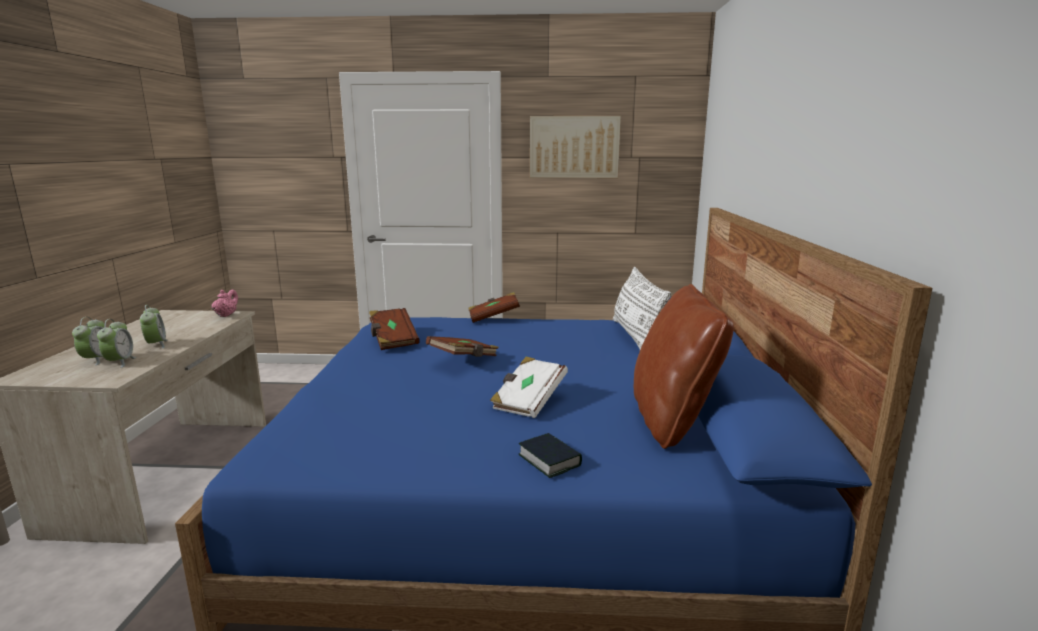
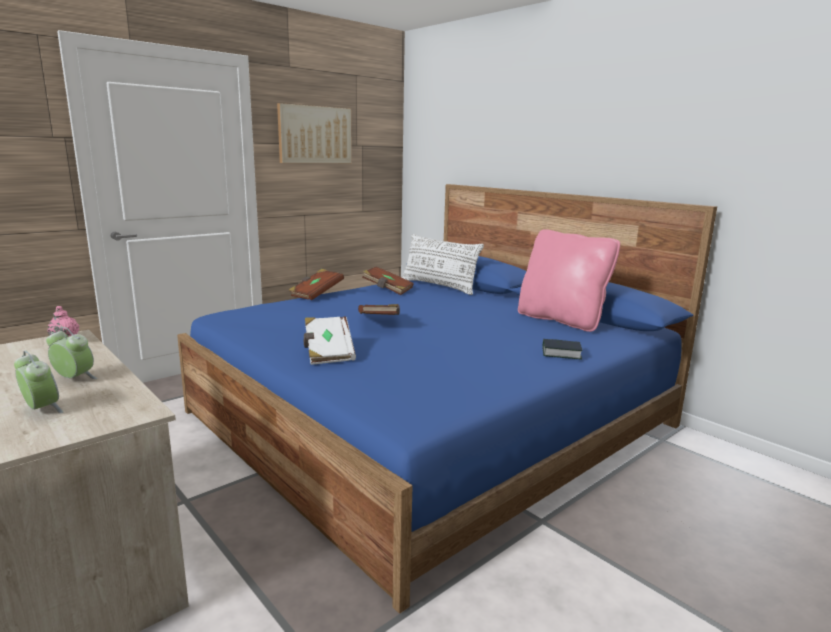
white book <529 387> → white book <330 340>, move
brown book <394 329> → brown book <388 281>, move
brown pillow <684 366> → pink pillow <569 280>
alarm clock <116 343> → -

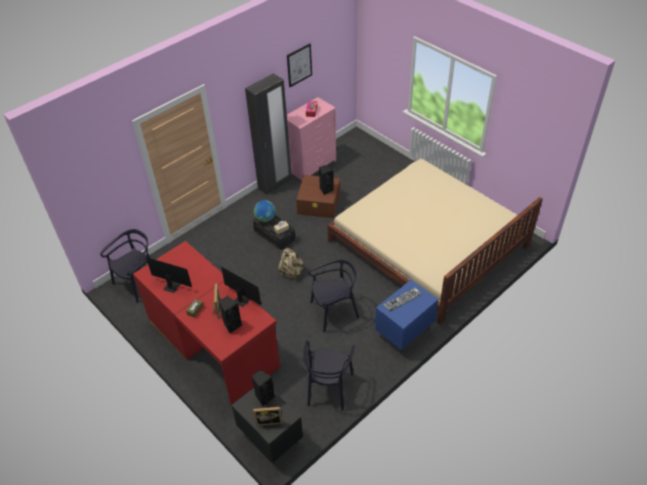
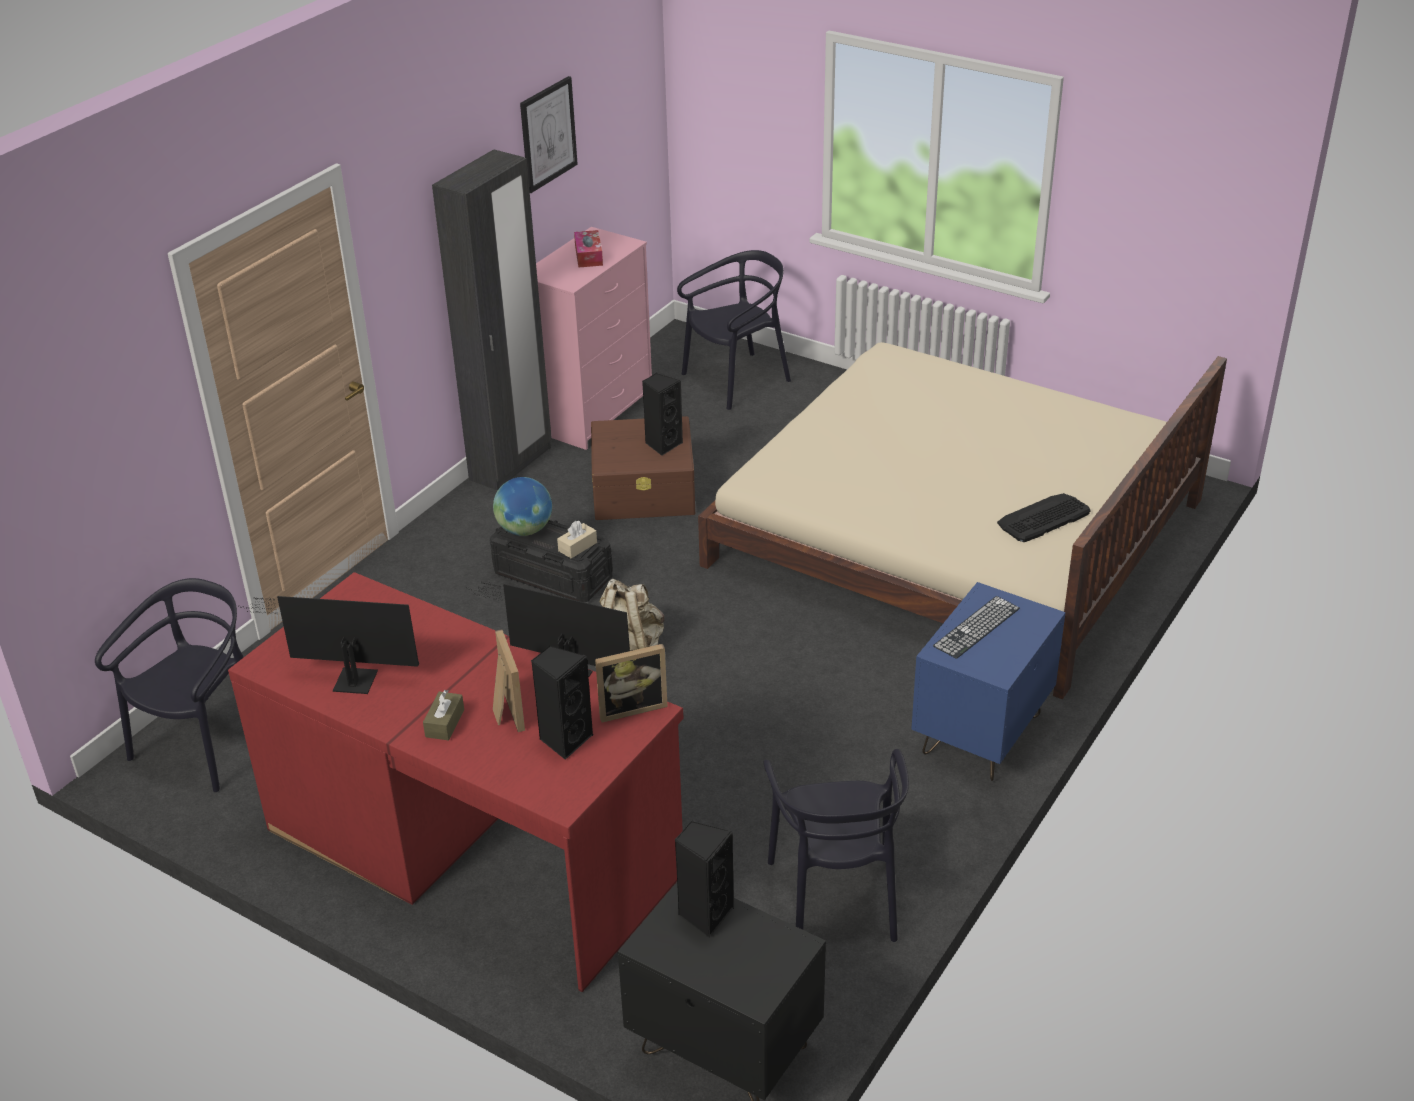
picture frame <267 416> → picture frame <631 683>, move
black chair <333 295> → black chair <734 330>, move
- → keyboard <1044 517>

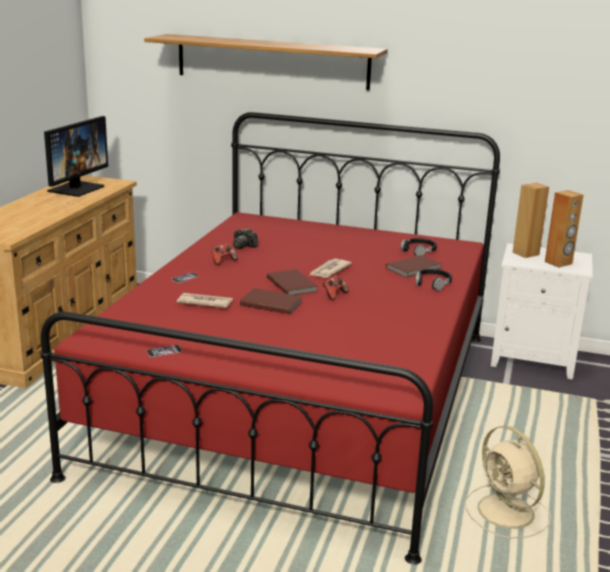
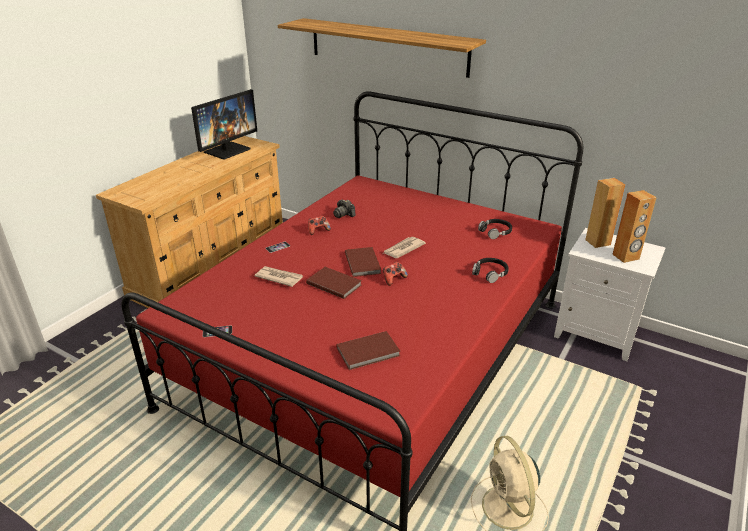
brown book <413 266> → brown book <368 350>, move

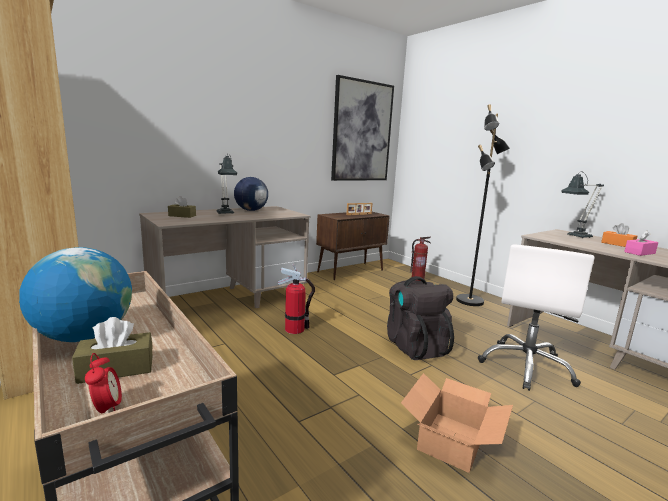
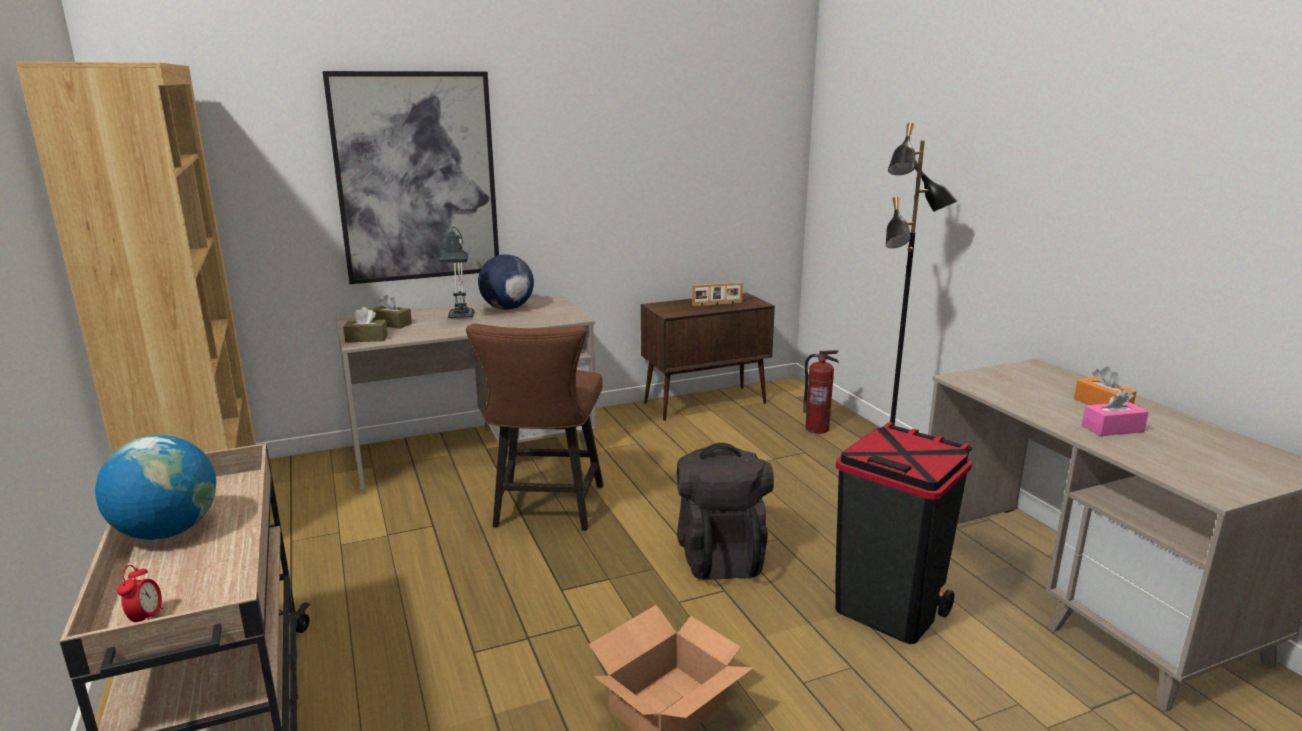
picture <362 128> → picture <410 177>, move
brown tissue box <112 350> → brown tissue box <365 325>, move
fire extinguisher <296 299> → brown chair <535 427>
white office chair <536 317> → black trash can <903 533>
table lamp <582 204> → -

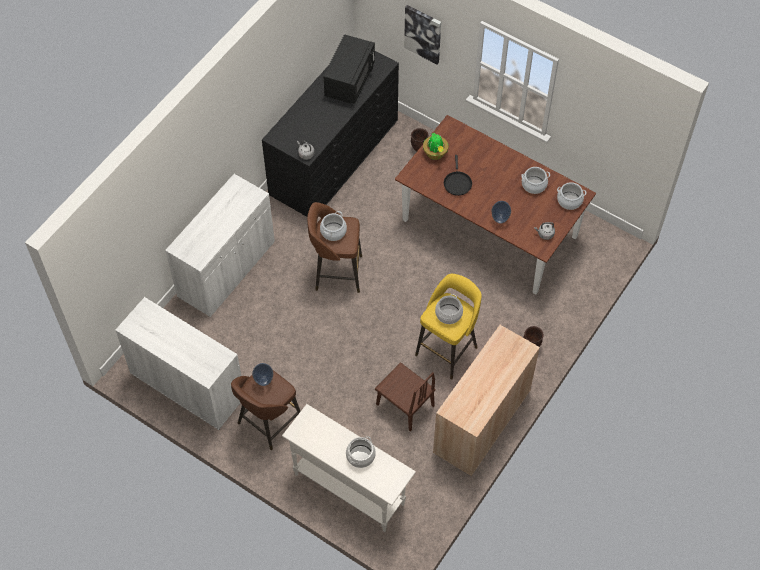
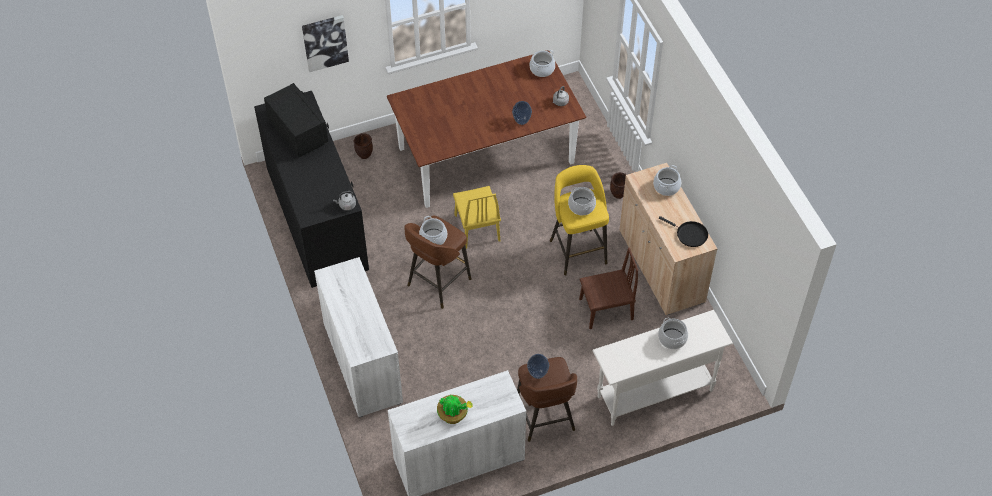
potted plant <435 146> → potted plant <455 409>, move
- → yellow chair <477 217>
cooking pot <535 180> → cooking pot <667 180>, move
black frying pan <458 175> → black frying pan <683 231>, move

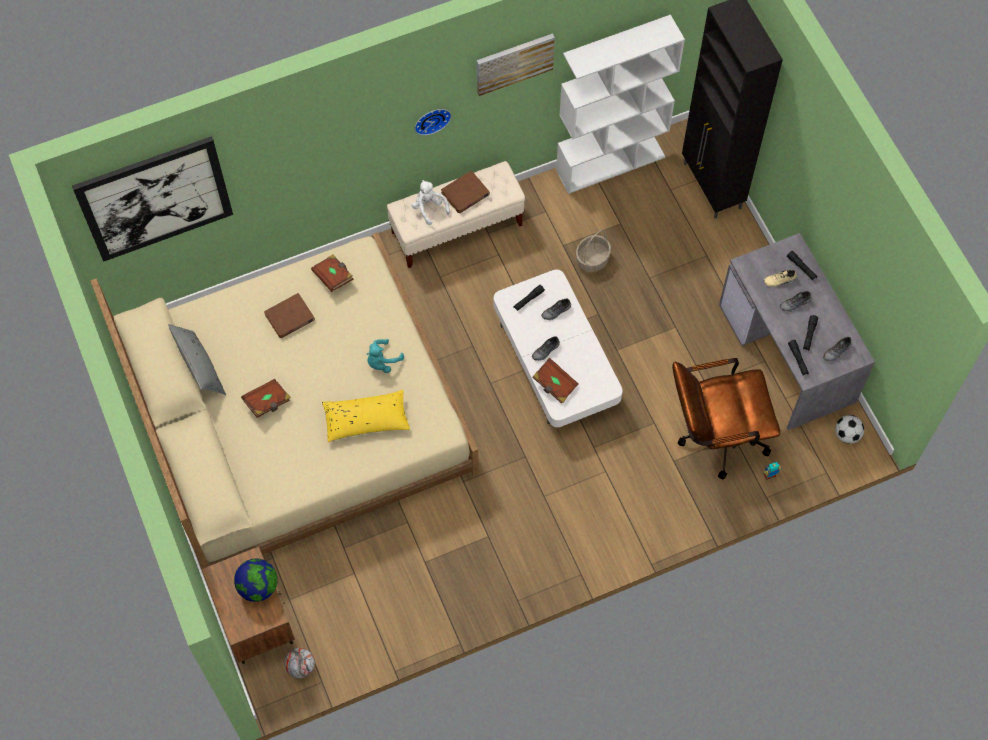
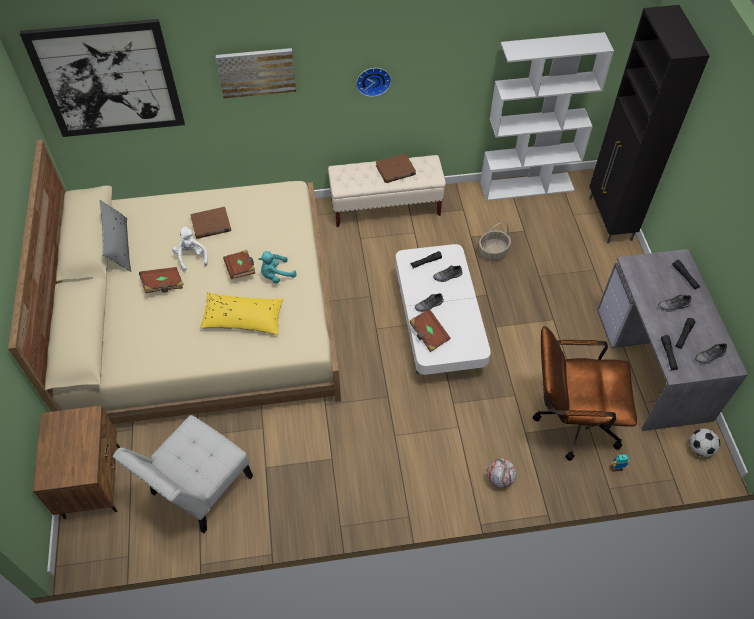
- → white chair <183 474>
white plush toy <430 202> → white plush toy <190 248>, move
picture <516 64> → picture <256 73>, move
brown book <332 273> → brown book <239 264>, move
football <299 663> → football <501 473>, move
globe <256 580> → -
beige shoe <780 278> → -

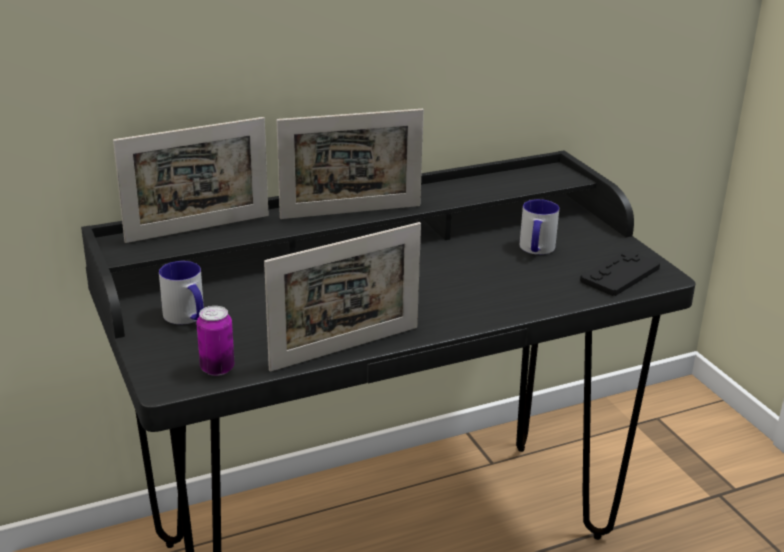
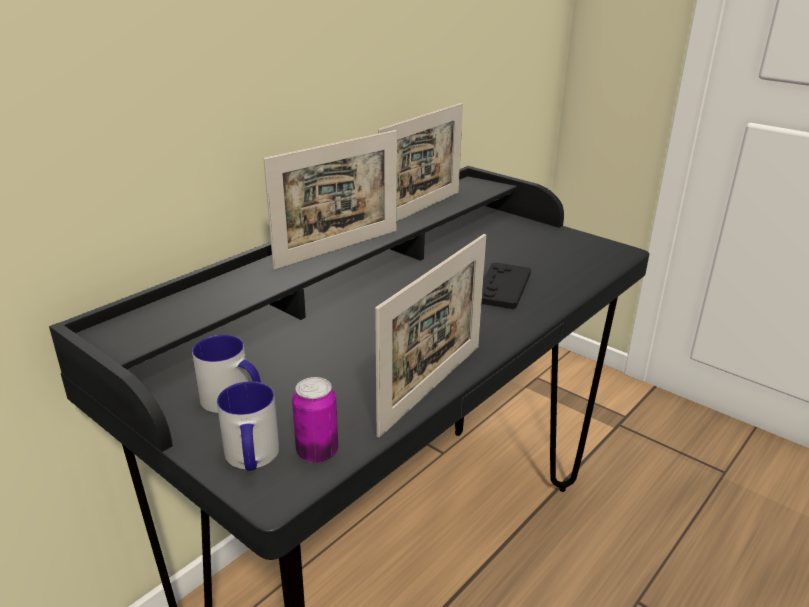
mug <539 227> → mug <248 426>, move
picture frame <191 180> → picture frame <420 162>, move
black game controller <620 273> → black game controller <506 285>, move

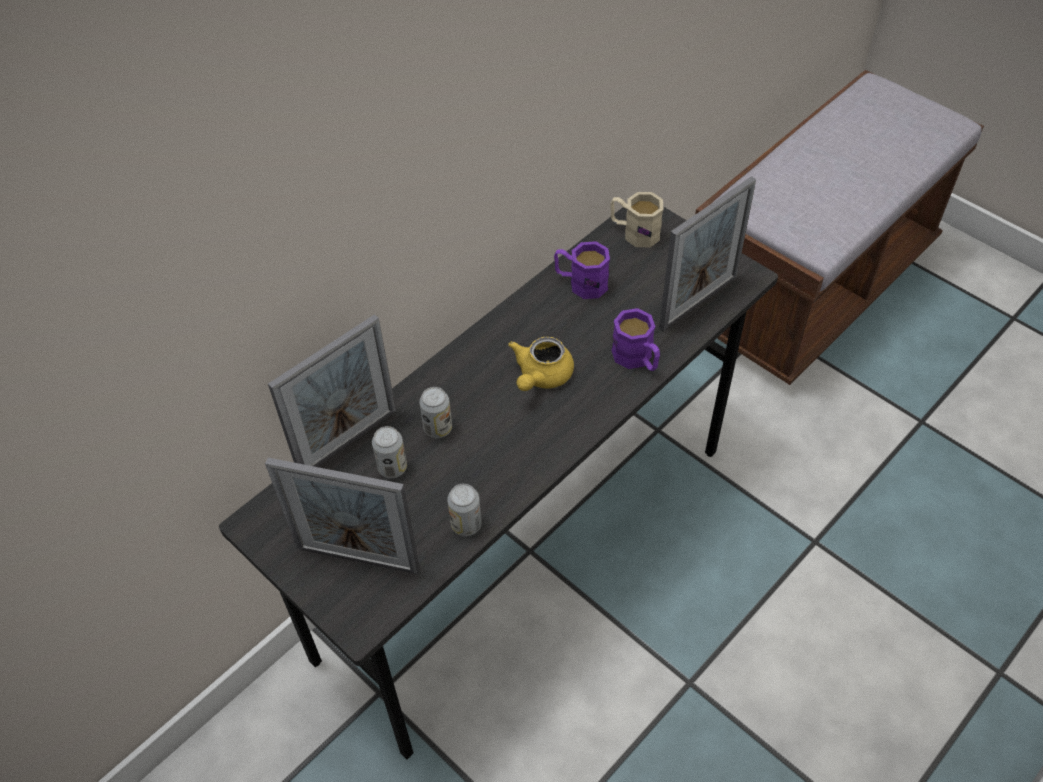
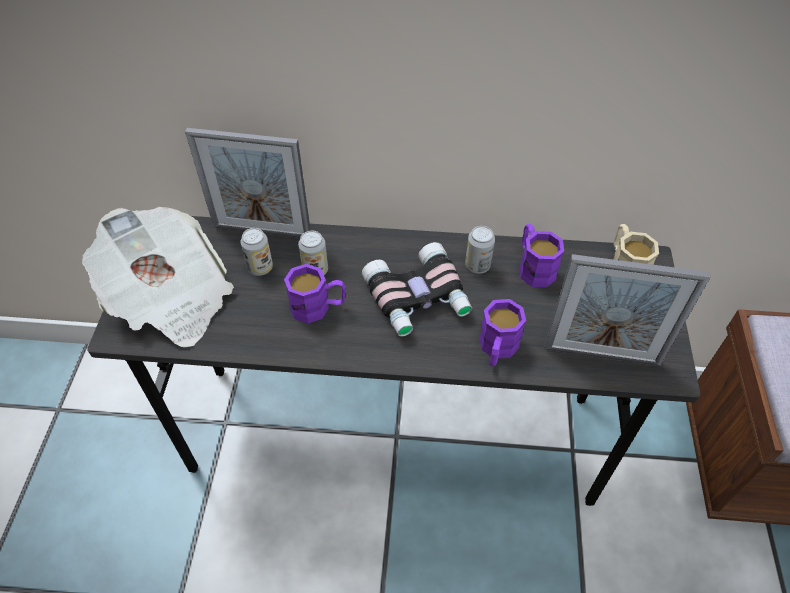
picture frame <342 516> → newspaper <158 277>
- → purple mug <314 293>
yellow teapot <541 364> → binoculars <417 289>
can <464 510> → can <480 250>, move

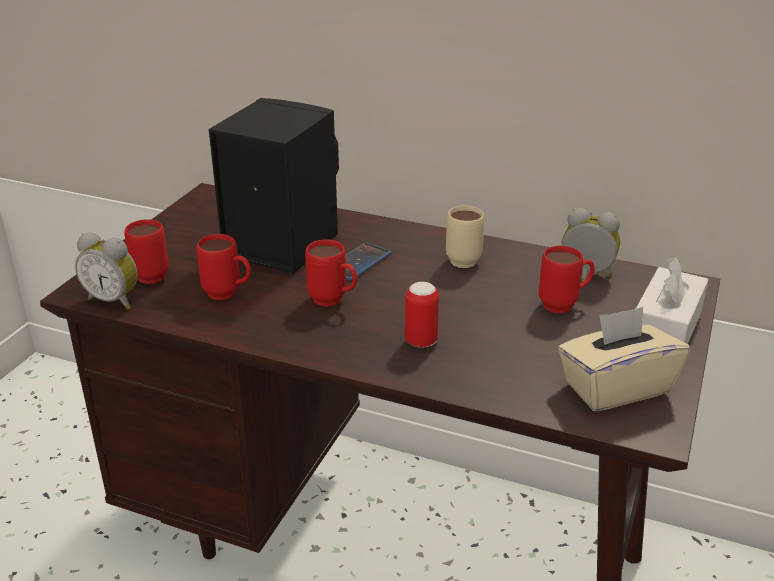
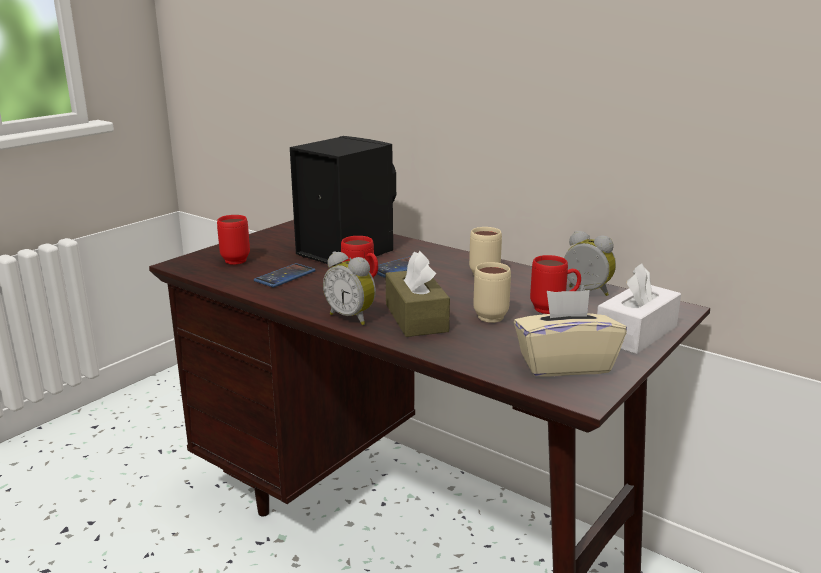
red mug <224 267> → phone <285 275>
alarm clock <106 270> → alarm clock <349 288>, move
can <422 315> → brown tissue box <418 294>
- → beige mug <492 292>

